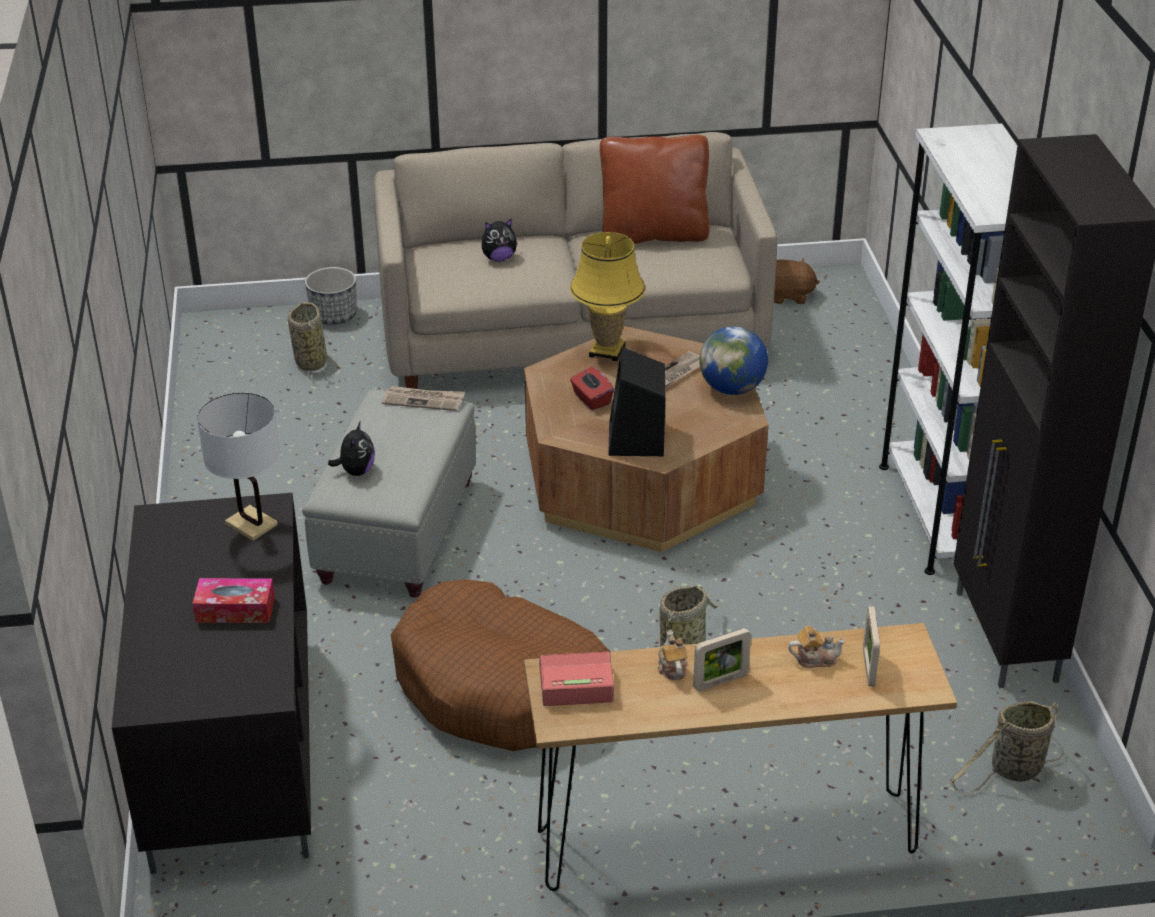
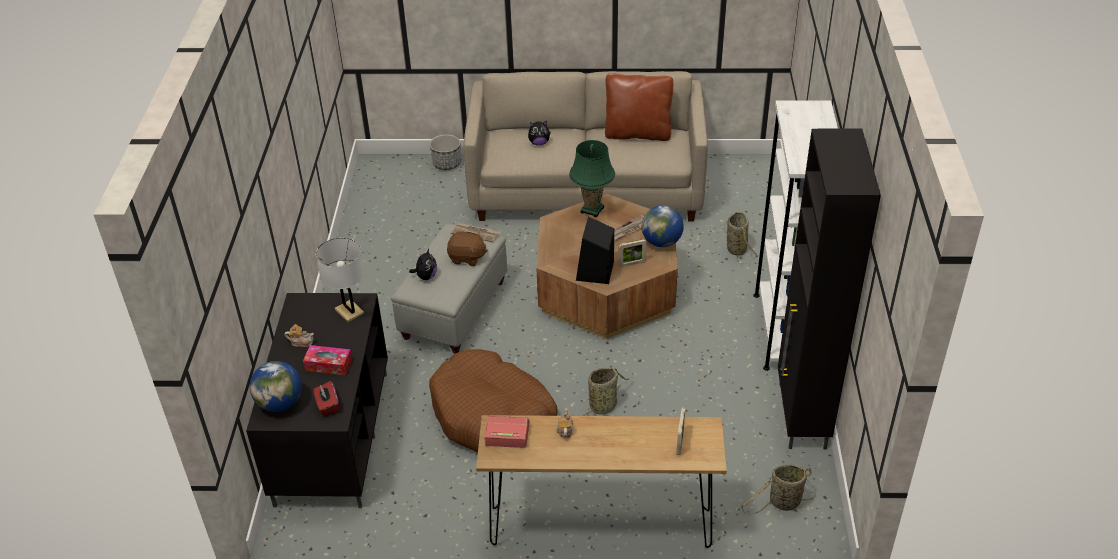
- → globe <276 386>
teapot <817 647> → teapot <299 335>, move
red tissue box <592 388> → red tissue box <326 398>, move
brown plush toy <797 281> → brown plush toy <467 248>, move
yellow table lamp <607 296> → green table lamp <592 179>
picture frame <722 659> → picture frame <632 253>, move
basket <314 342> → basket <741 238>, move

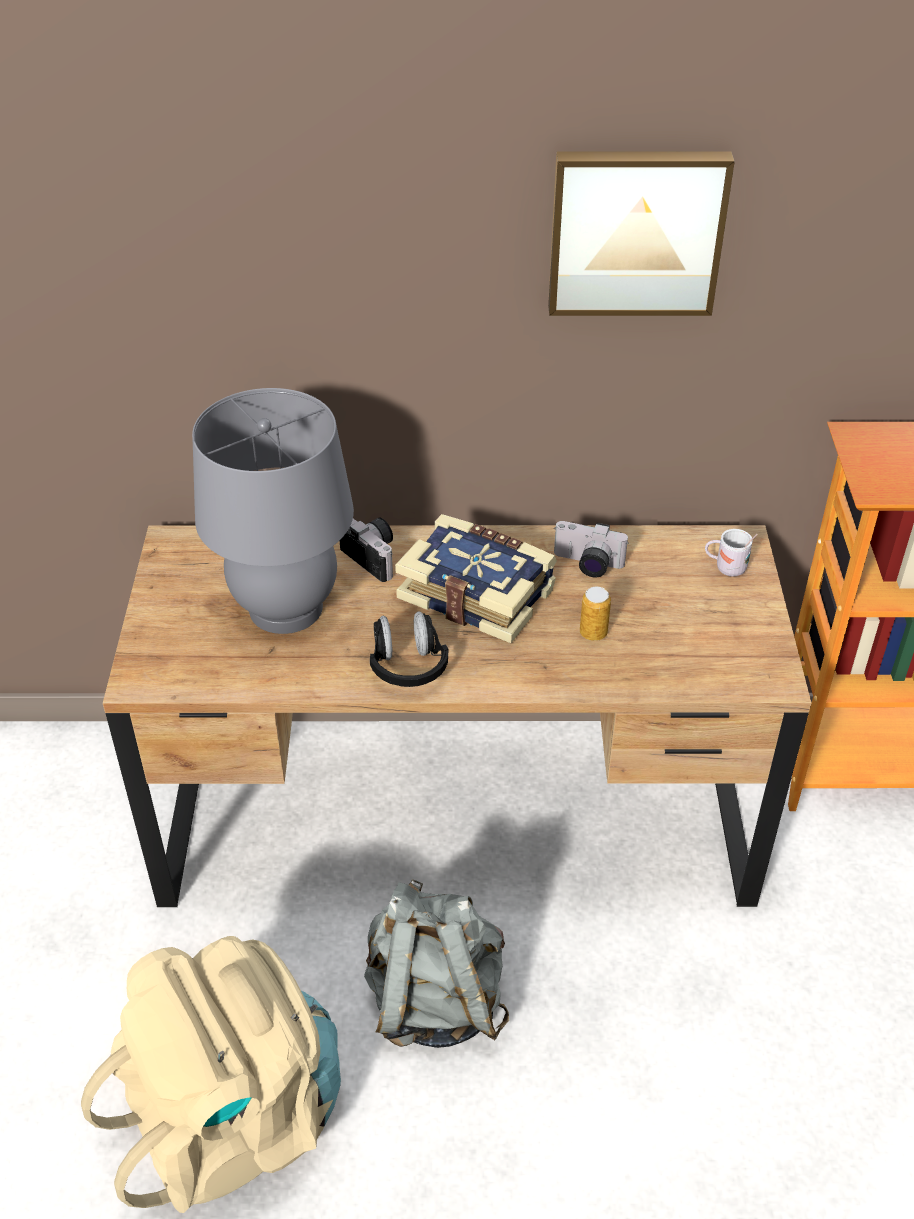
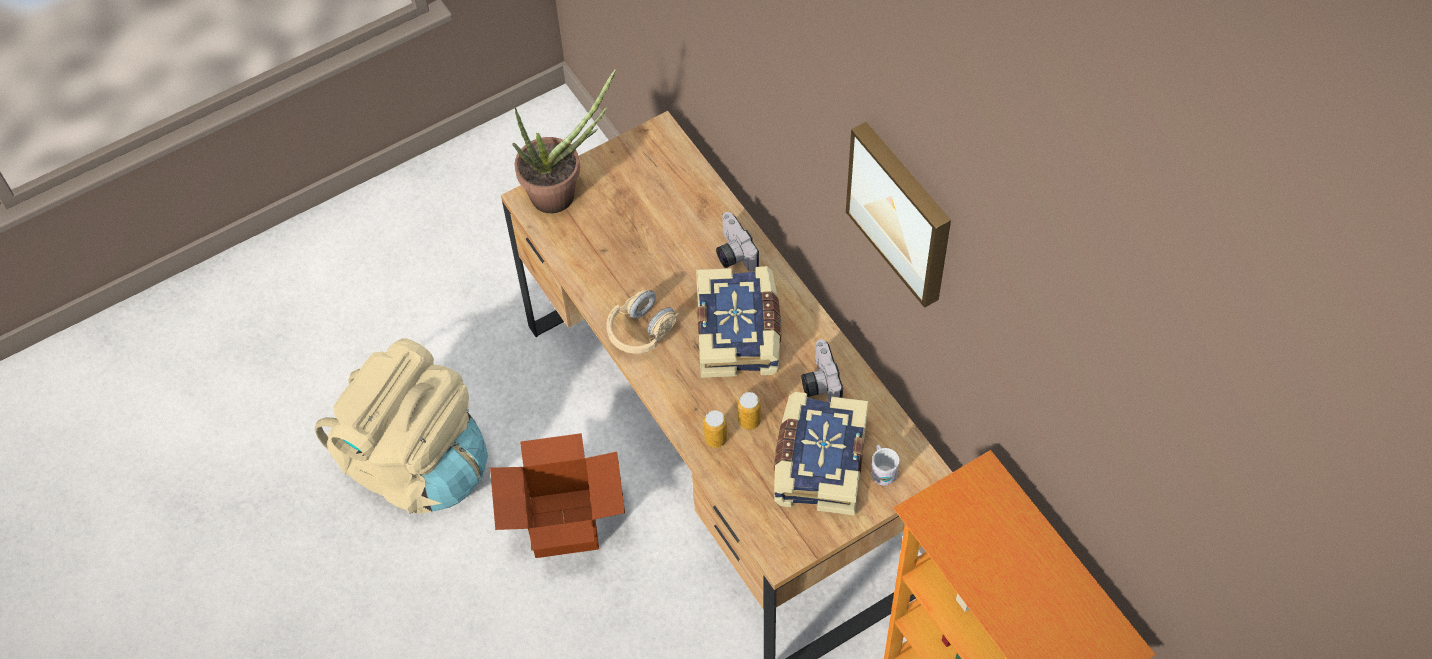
grey backpack <436 963> → cardboard box <557 495>
- → potted plant <564 141>
black headphones <409 649> → beige headphones <642 322>
- → can <715 429>
photo camera <366 550> → photo camera <737 241>, 135 degrees clockwise
- → book <821 454>
grey table lamp <273 511> → -

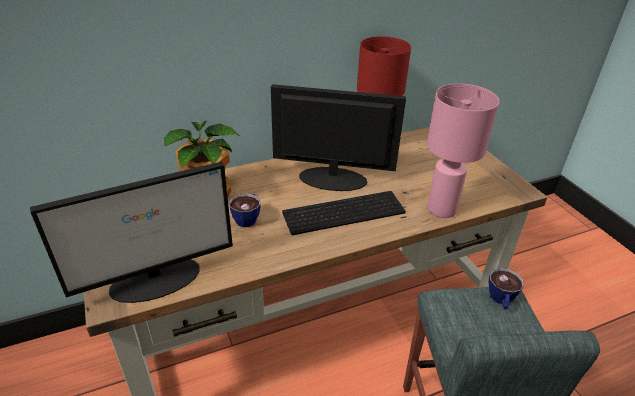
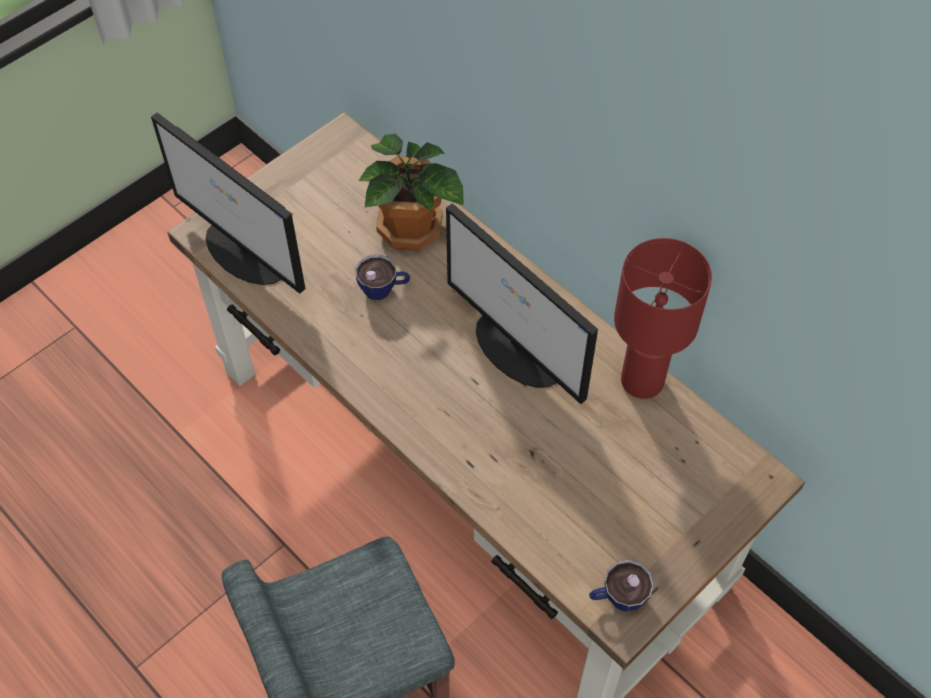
monitor <338 137> → monitor <522 303>, 150 degrees clockwise
cup <506 288> → cup <621 586>, move
keyboard <344 213> → -
pink table lamp <463 151> → -

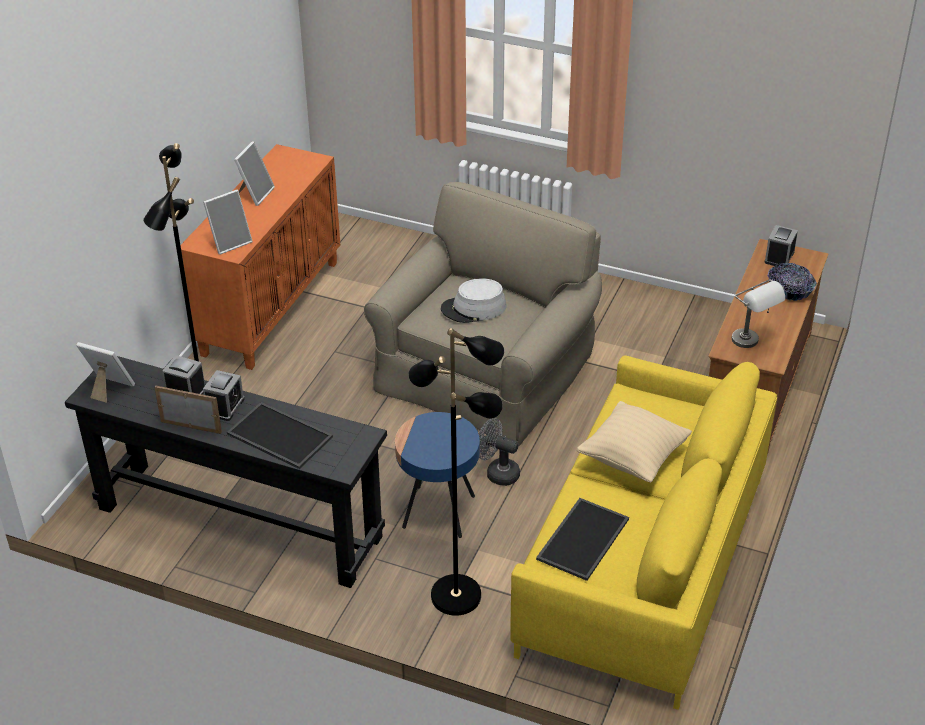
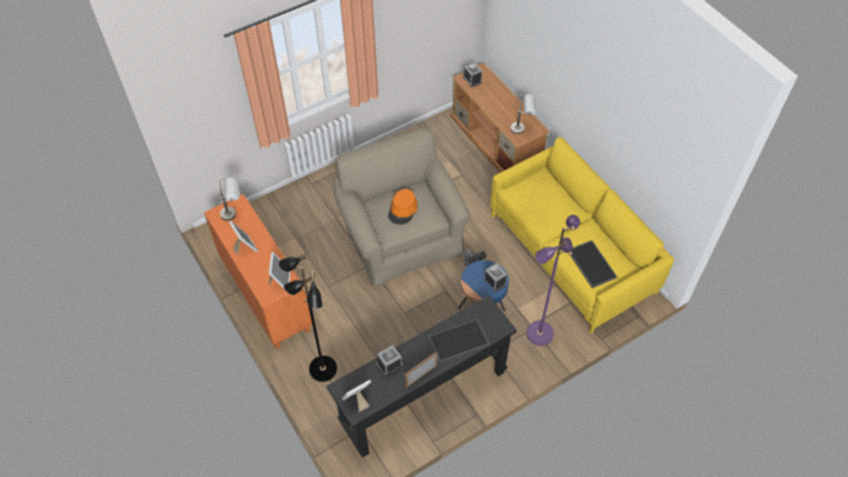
- → grey table lamp <229 199>
grey hat <474 300> → orange hat <403 207>
alarm clock <224 395> → alarm clock <495 277>, move
black floor lamp <456 472> → purple floor lamp <553 280>
beige pillow <634 441> → -
bowl <792 282> → -

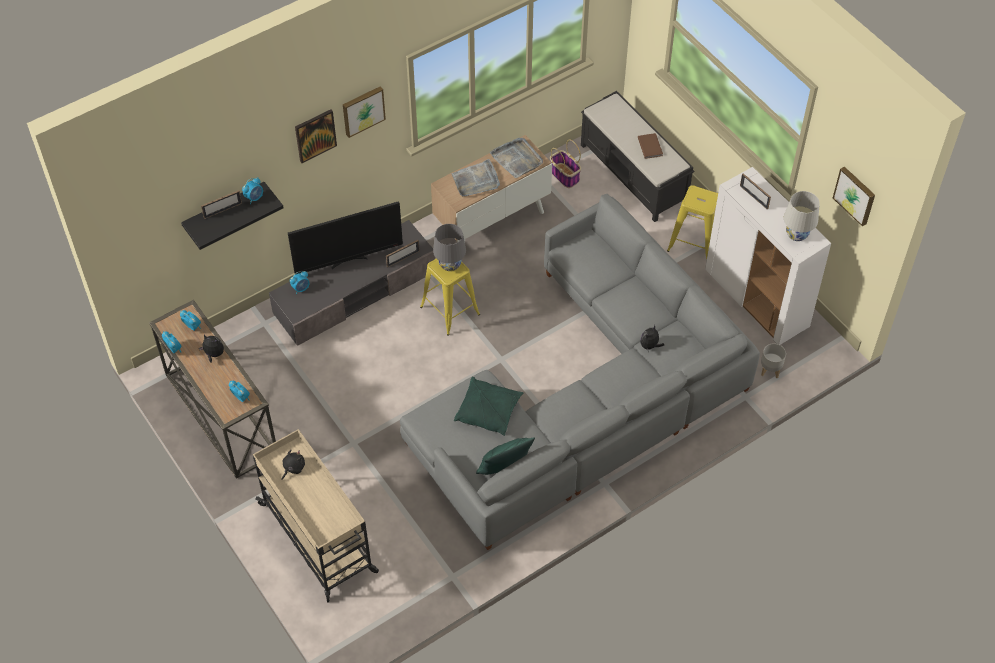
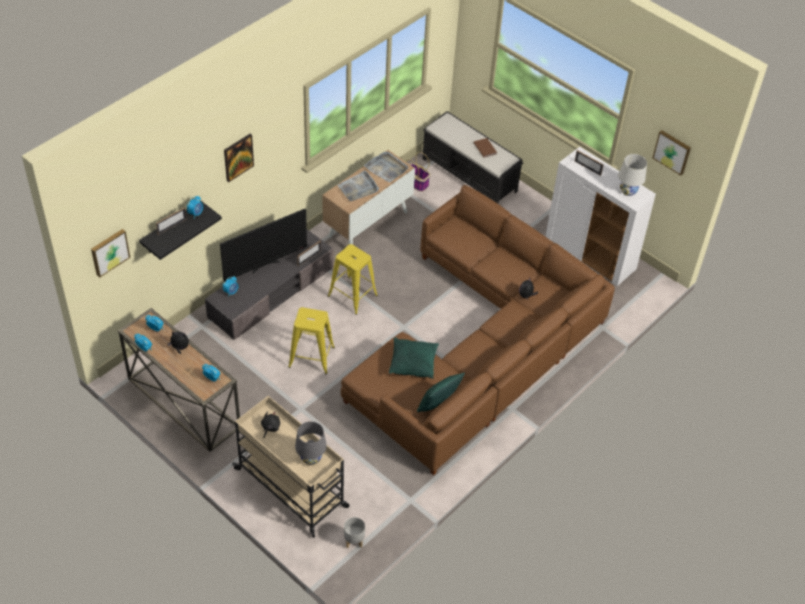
picture <364 112> → picture <110 253>, move
yellow stool <692 222> → yellow stool <311 340>, move
grey table lamp <449 247> → grey table lamp <311 443>, move
grey sofa <580 372> → brown sofa <478 330>
grey planter <773 360> → grey planter <354 532>, move

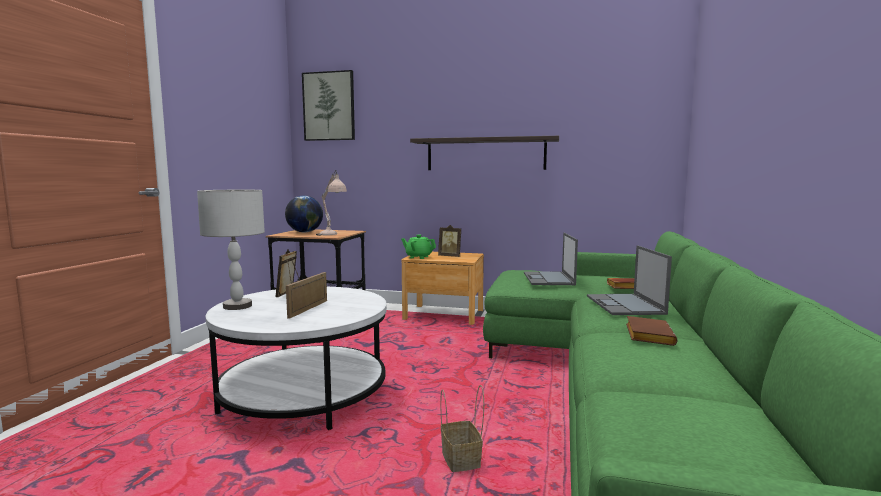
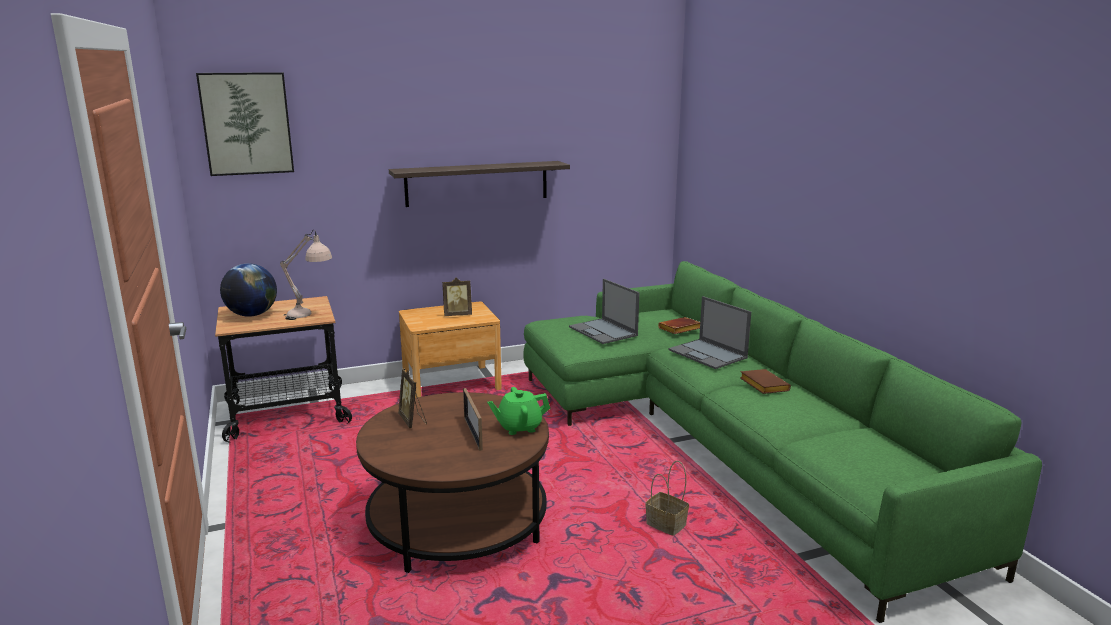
white coffee table <296 358> → brown coffee table <452 482>
green teapot <418 247> → green teapot <518 411>, move
grey table lamp <231 250> → -

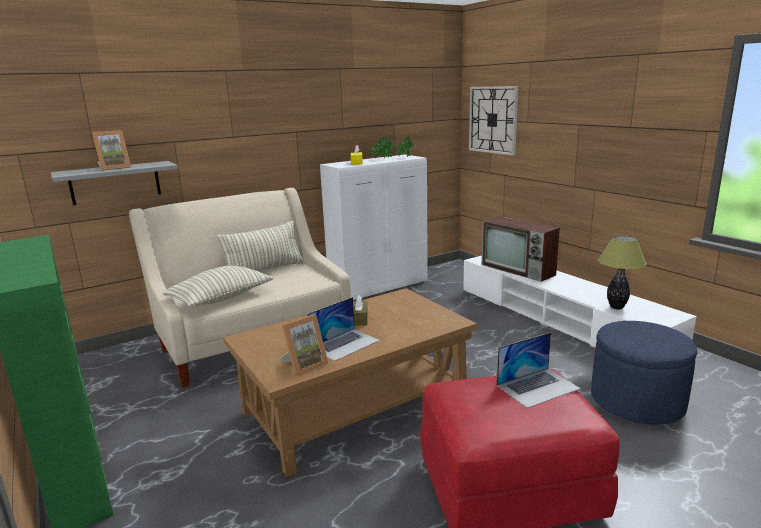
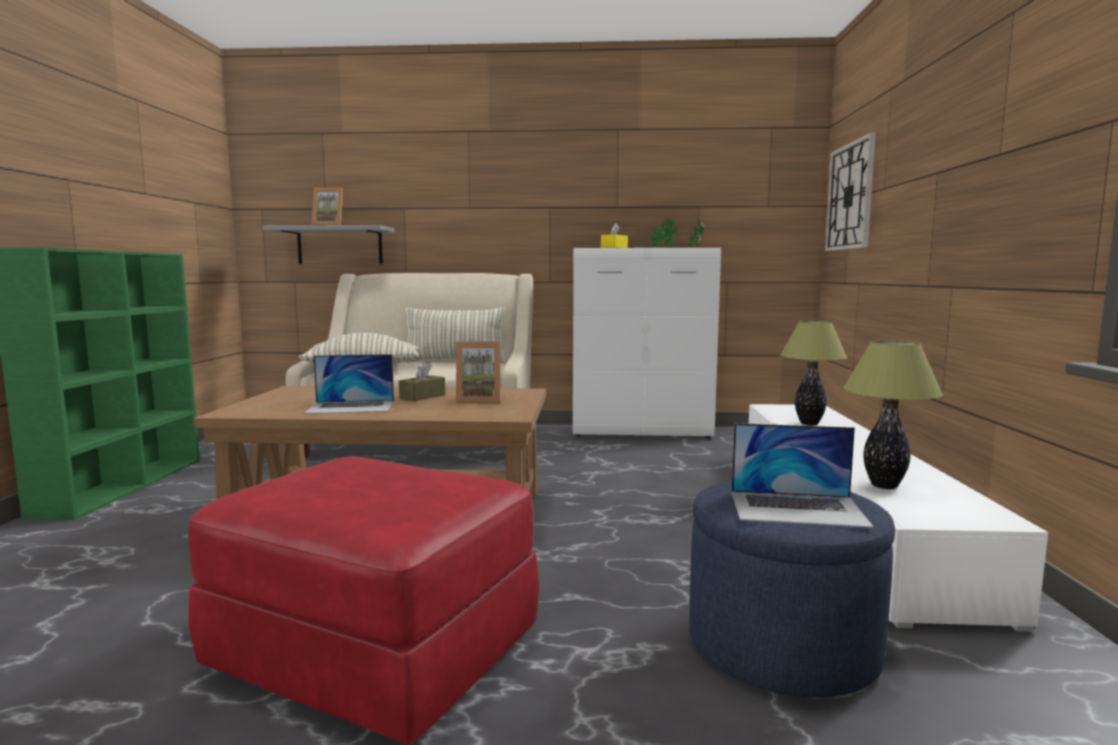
picture frame <305 345> → picture frame <478 372>, move
laptop <539 370> → laptop <803 475>, move
television <521 249> → table lamp <813 373>

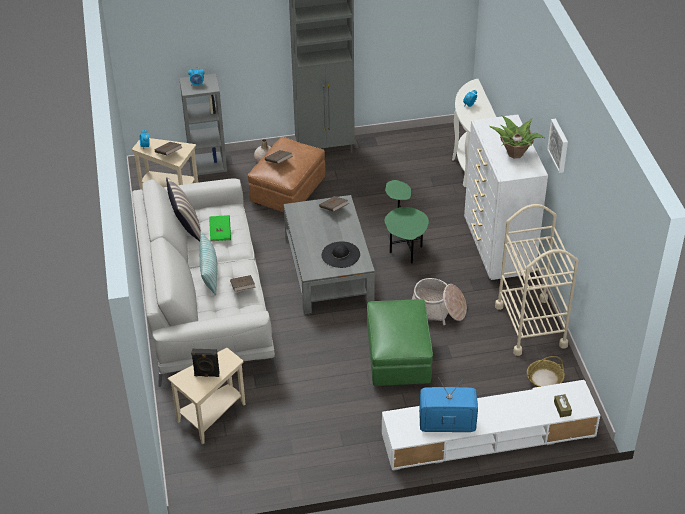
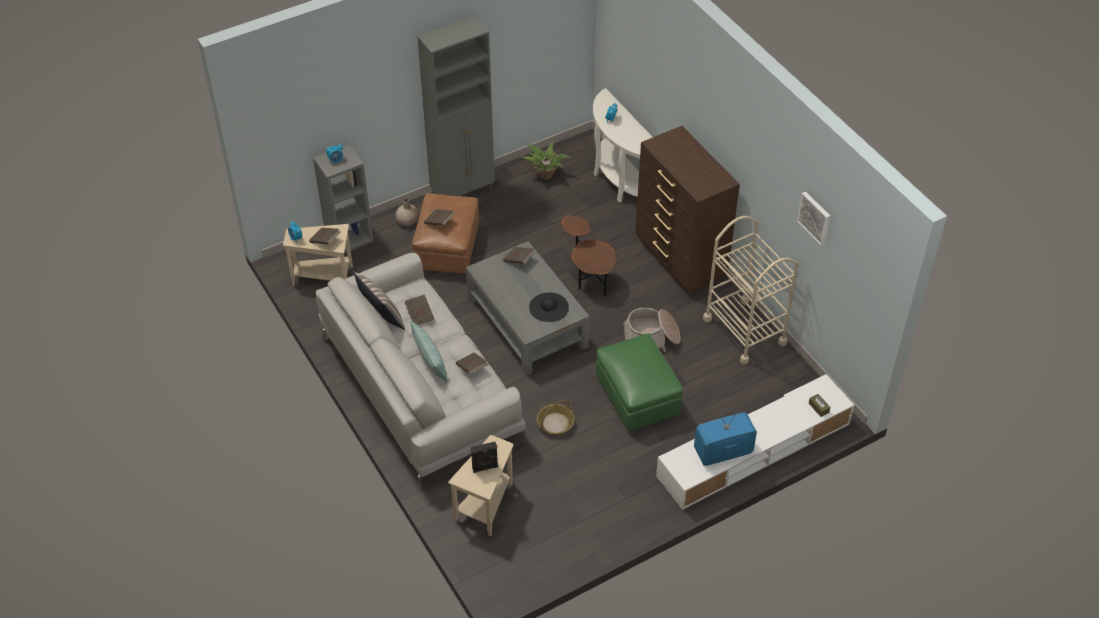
green book <220 228> → brown book <419 310>
potted plant <517 137> → potted plant <546 160>, move
basket <546 371> → basket <556 417>, move
green side table <406 222> → brown side table <589 255>
white dresser <506 197> → brown dresser <687 210>
picture <557 146> → picture <813 218>, move

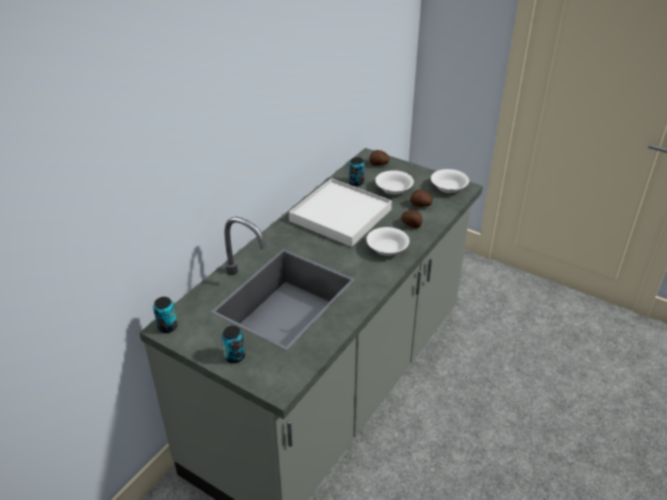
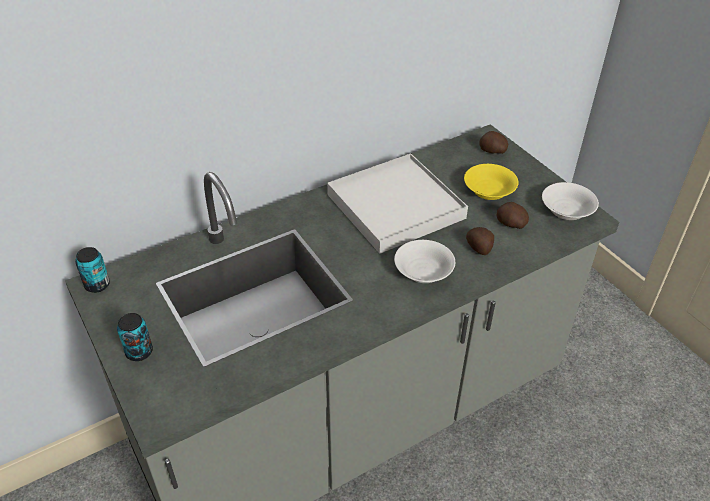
white bowl <394 182> → yellow bowl <491 182>
can <357 171> → -

